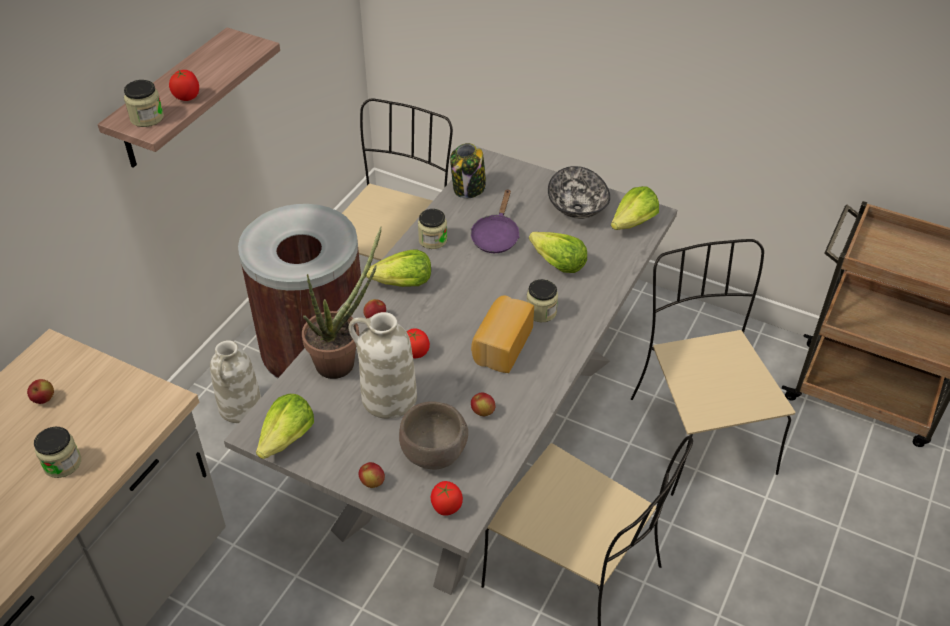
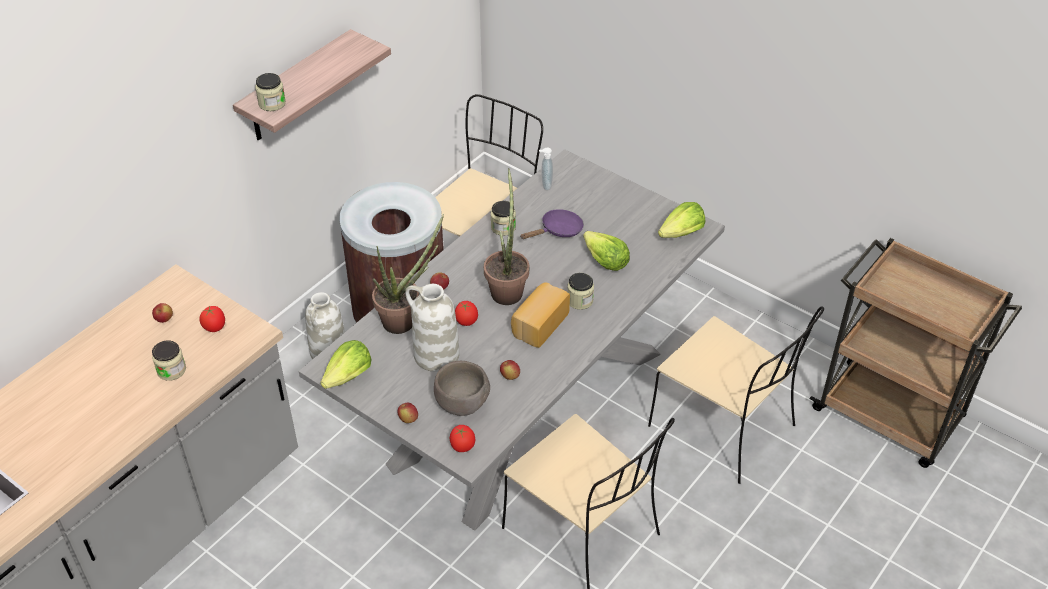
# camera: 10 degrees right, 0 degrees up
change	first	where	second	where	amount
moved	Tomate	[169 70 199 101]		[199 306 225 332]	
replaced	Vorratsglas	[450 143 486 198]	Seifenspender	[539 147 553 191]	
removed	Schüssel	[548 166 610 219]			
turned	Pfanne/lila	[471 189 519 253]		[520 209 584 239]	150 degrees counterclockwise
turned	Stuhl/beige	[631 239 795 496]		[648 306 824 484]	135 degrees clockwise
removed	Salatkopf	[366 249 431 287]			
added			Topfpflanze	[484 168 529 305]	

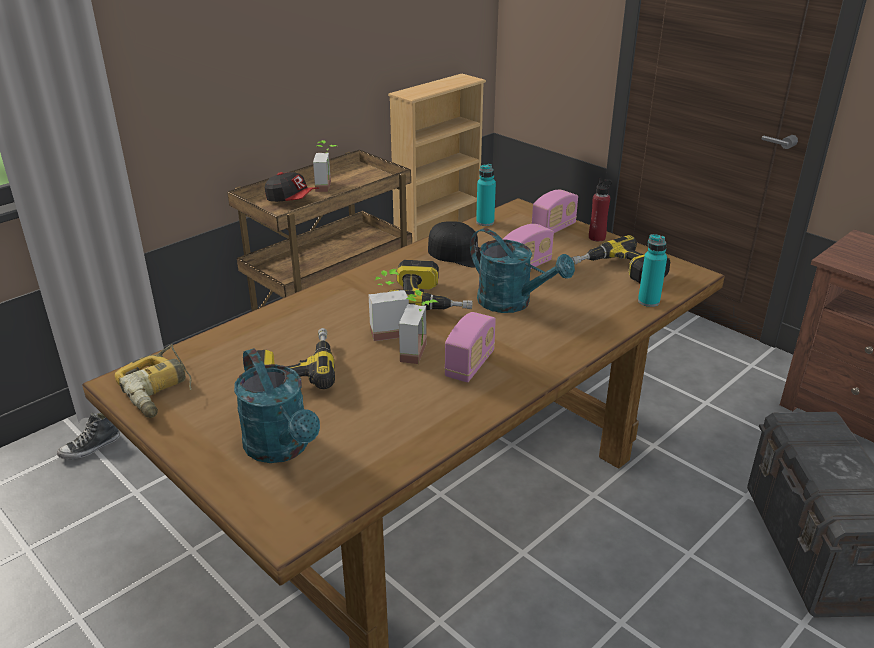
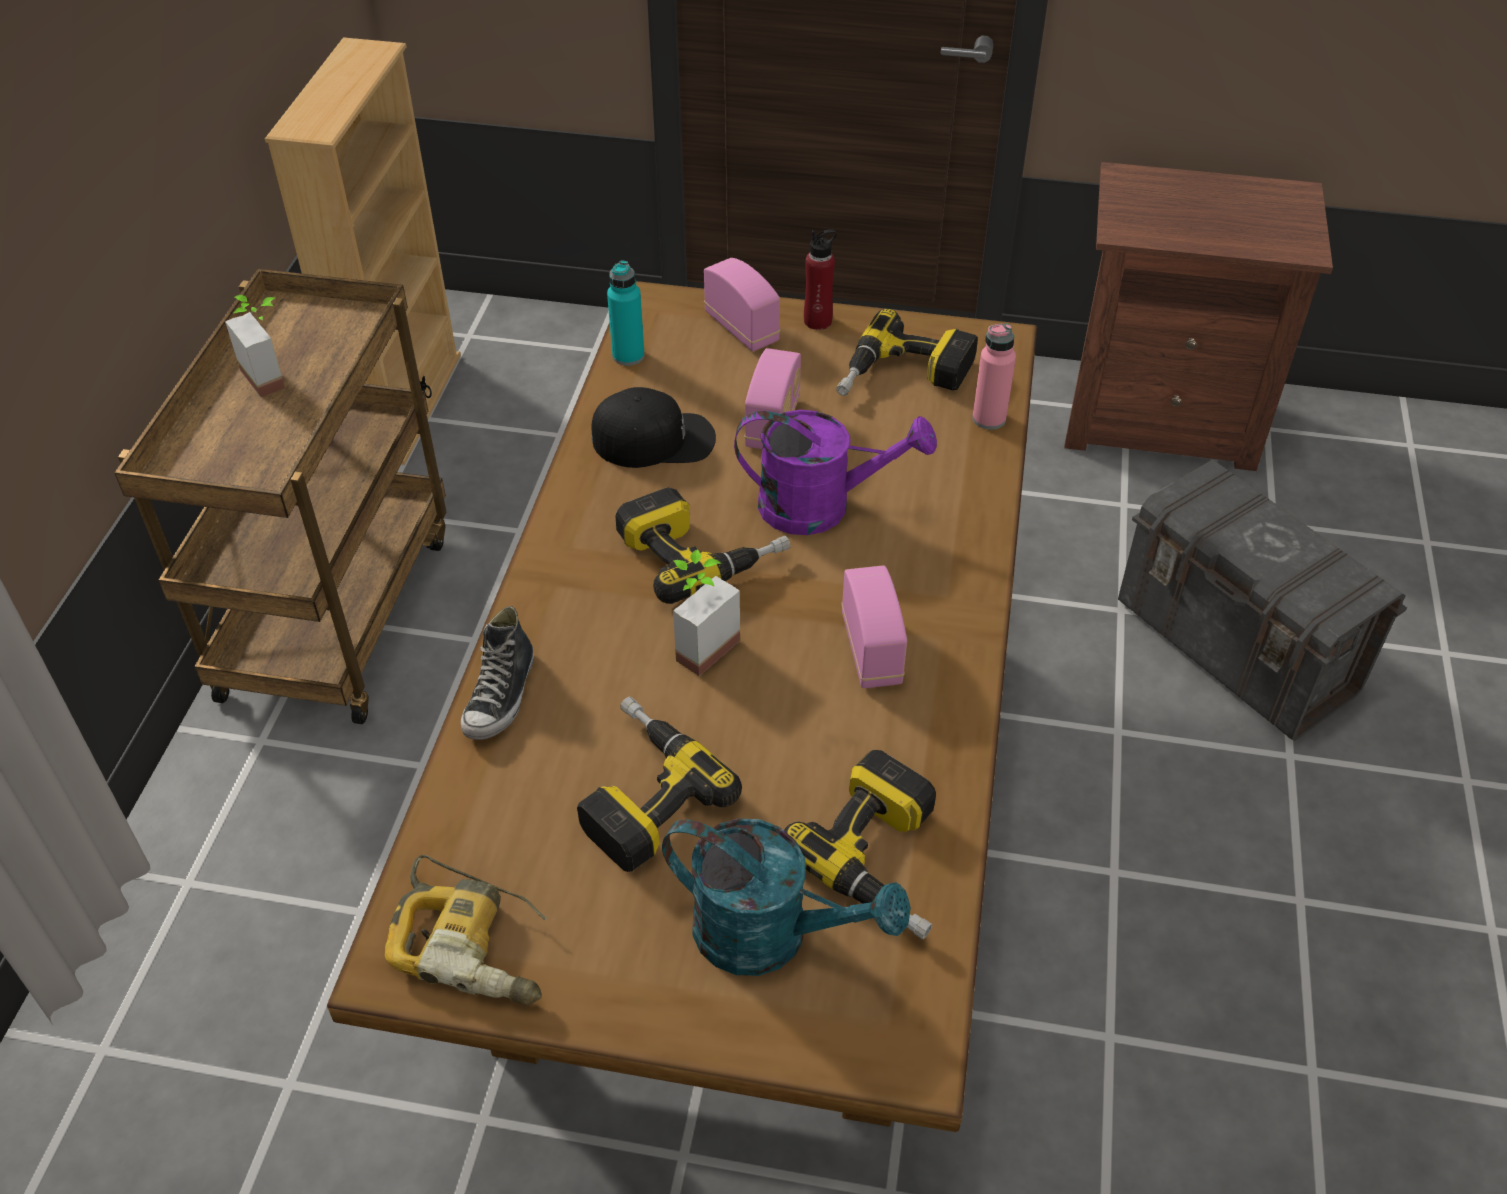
# camera: 35 degrees left, 15 degrees up
change	first	where	second	where	amount
removed	Kappe	[265 172 319 202]			
turned	Radio	[532 190 578 233]		[704 258 780 351]	45 degrees counterclockwise
recoloured	Gießkanne/türkis	[470 228 575 313]	Gießkanne/lila	[734 410 937 535]	
recoloured	Flasche/türkis	[638 234 667 307]	Flasche/rosa	[972 323 1016 430]	
removed	Topfpflanze	[399 290 438 364]			
moved	Schuh	[57 413 120 459]		[461 606 534 740]	
added			Bohrmaschine	[784 750 936 939]	

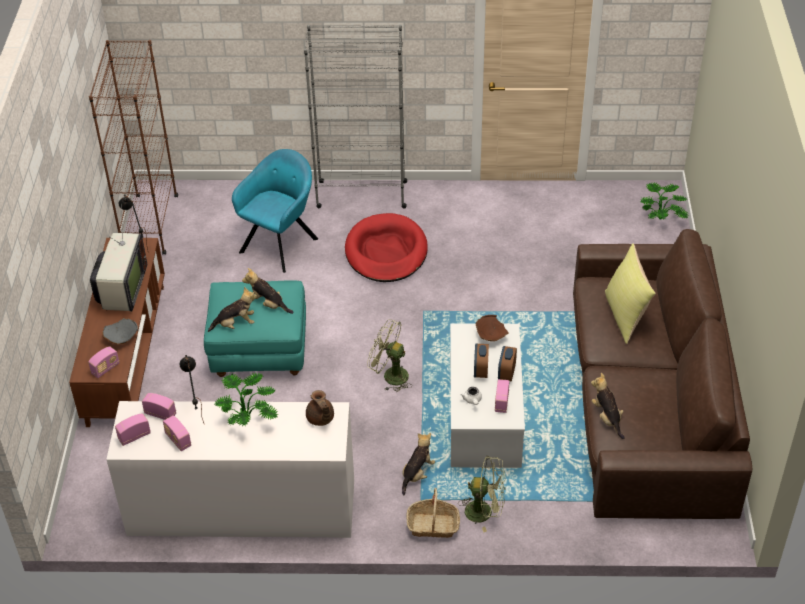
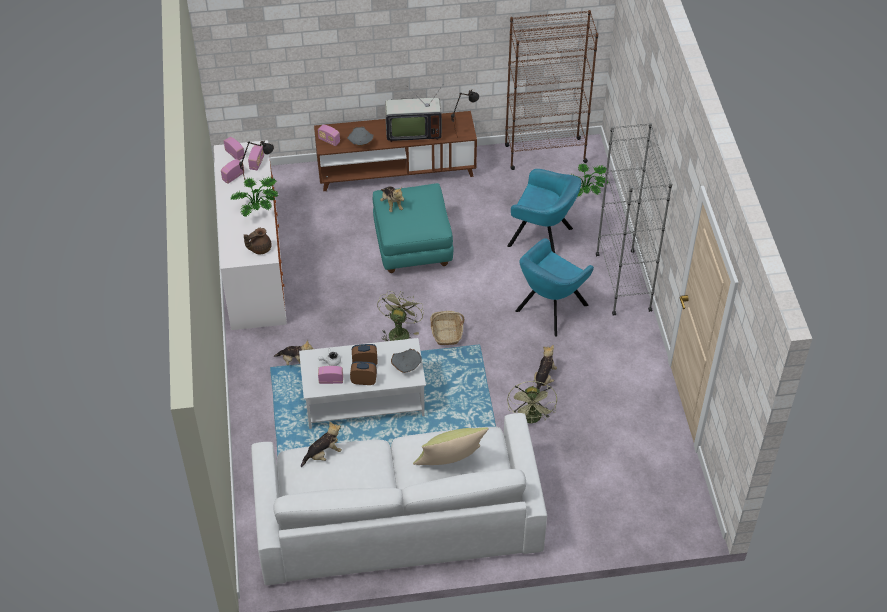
# camera: 80 degrees right, 5 degrees up
change	first	where	second	where	amount
moved	Topfpflanze	[640 182 688 219]		[573 164 608 198]	
replaced	Hundebett/rot	[345 213 428 282]	Sessel/türkis	[515 238 594 337]	
recoloured	Sofa/braun	[573 229 752 519]	Sofa/weiß	[251 413 547 585]	
moved	Plüschtier	[242 268 293 314]		[534 345 557 390]	
recoloured	Schüssel/braun	[476 315 509 341]	Schüssel/grau	[391 349 422 373]	
moved	Ventilator/grün	[458 456 506 532]		[507 381 557 423]	
moved	Korb	[407 488 460 538]		[430 311 465 345]	

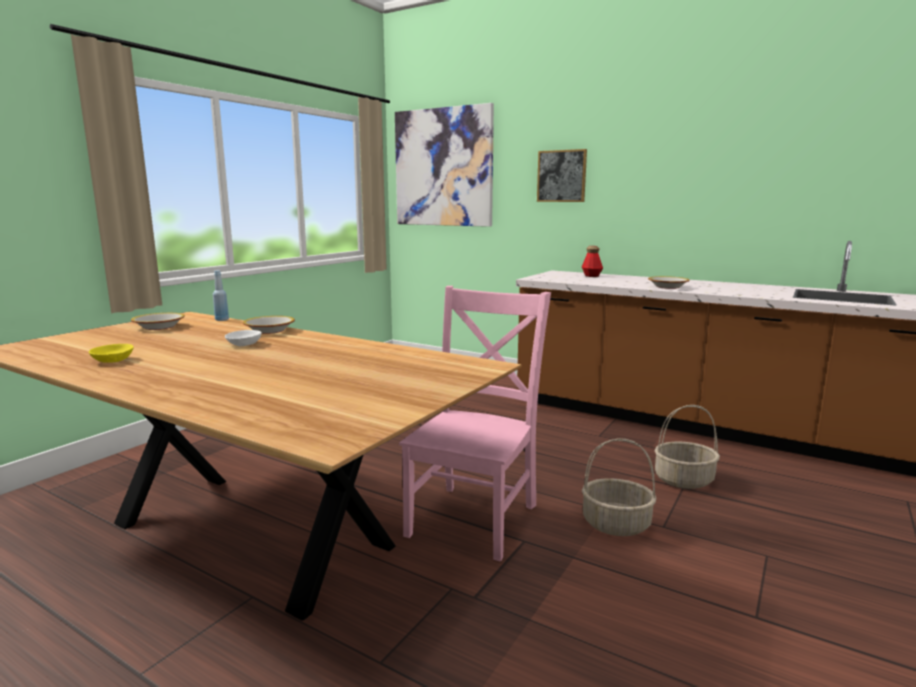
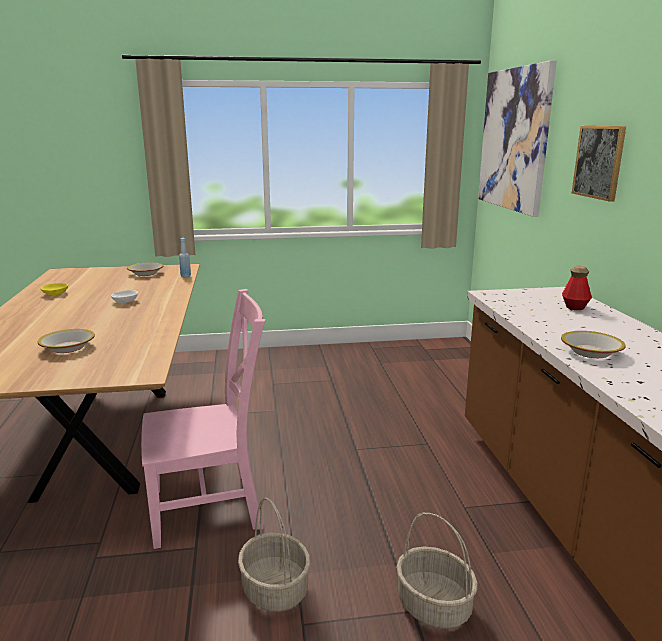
# camera: 50 degrees right, 5 degrees up
change	first	where	second	where	amount
moved	Schüssel	[243 316 295 334]		[38 329 95 353]	

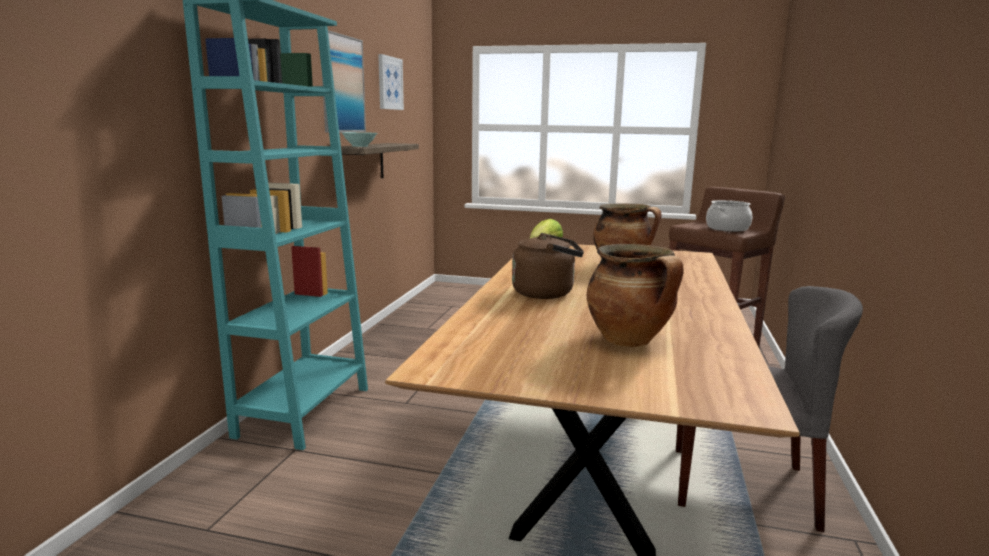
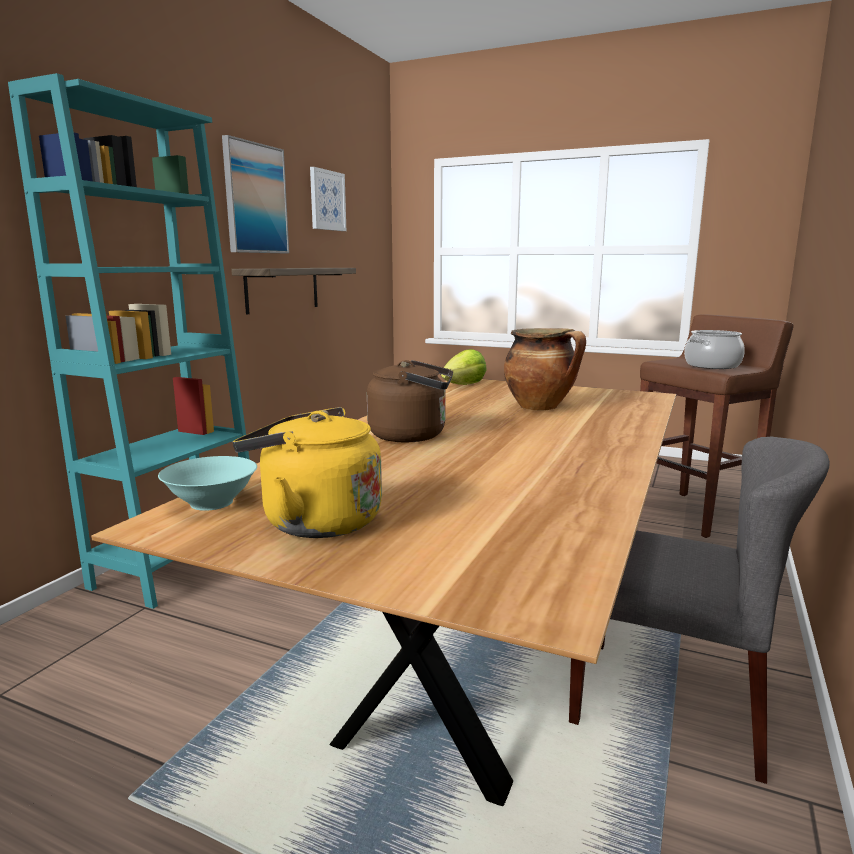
# camera: 10 degrees right, 0 degrees up
change	first	where	second	where	amount
moved	Schüssel/türkis	[342 132 377 147]		[158 456 257 511]	
removed	Kochtopf	[587 244 684 347]			
added			Wasserkessel/gelb	[233 407 382 538]	

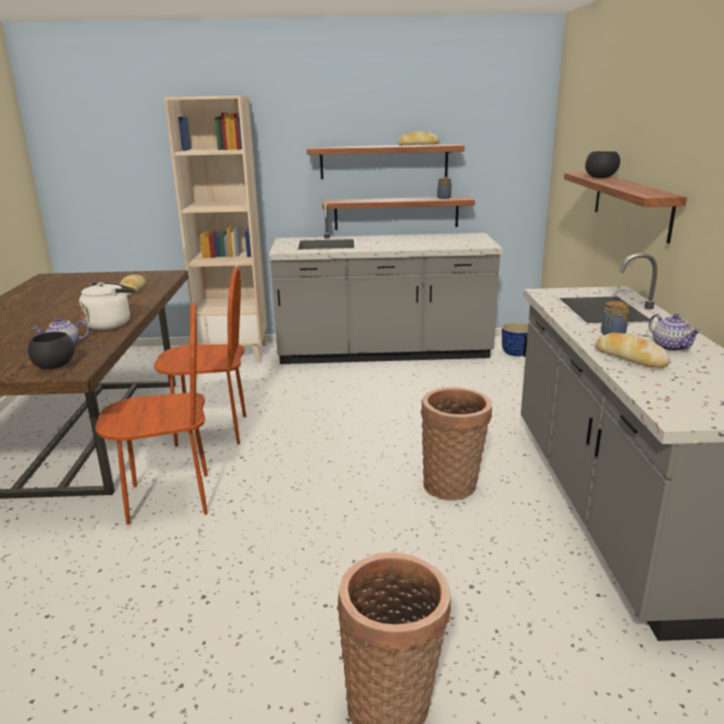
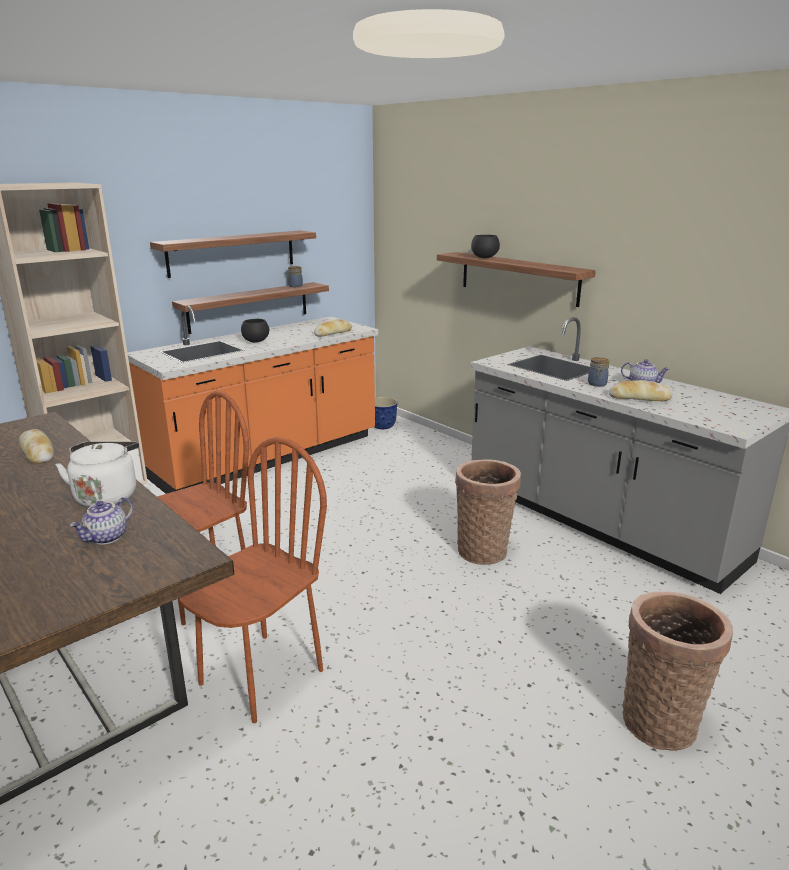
# camera: 40 degrees left, 0 degrees up
change	first	where	second	where	amount
moved	Brot	[397 131 440 146]		[314 319 352 337]	
recoloured	Küchenzeile/grau	[269 204 503 364]	Küchenzeile/orange	[128 306 378 494]	
moved	Schüssel/schwarz	[28 332 75 369]		[241 319 269 343]	

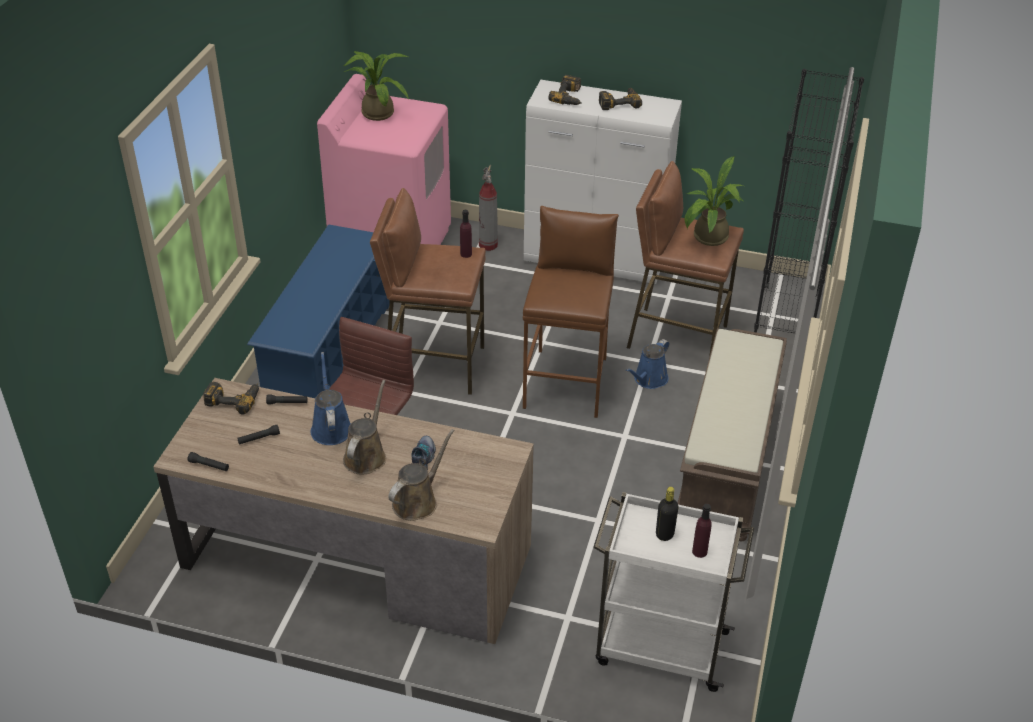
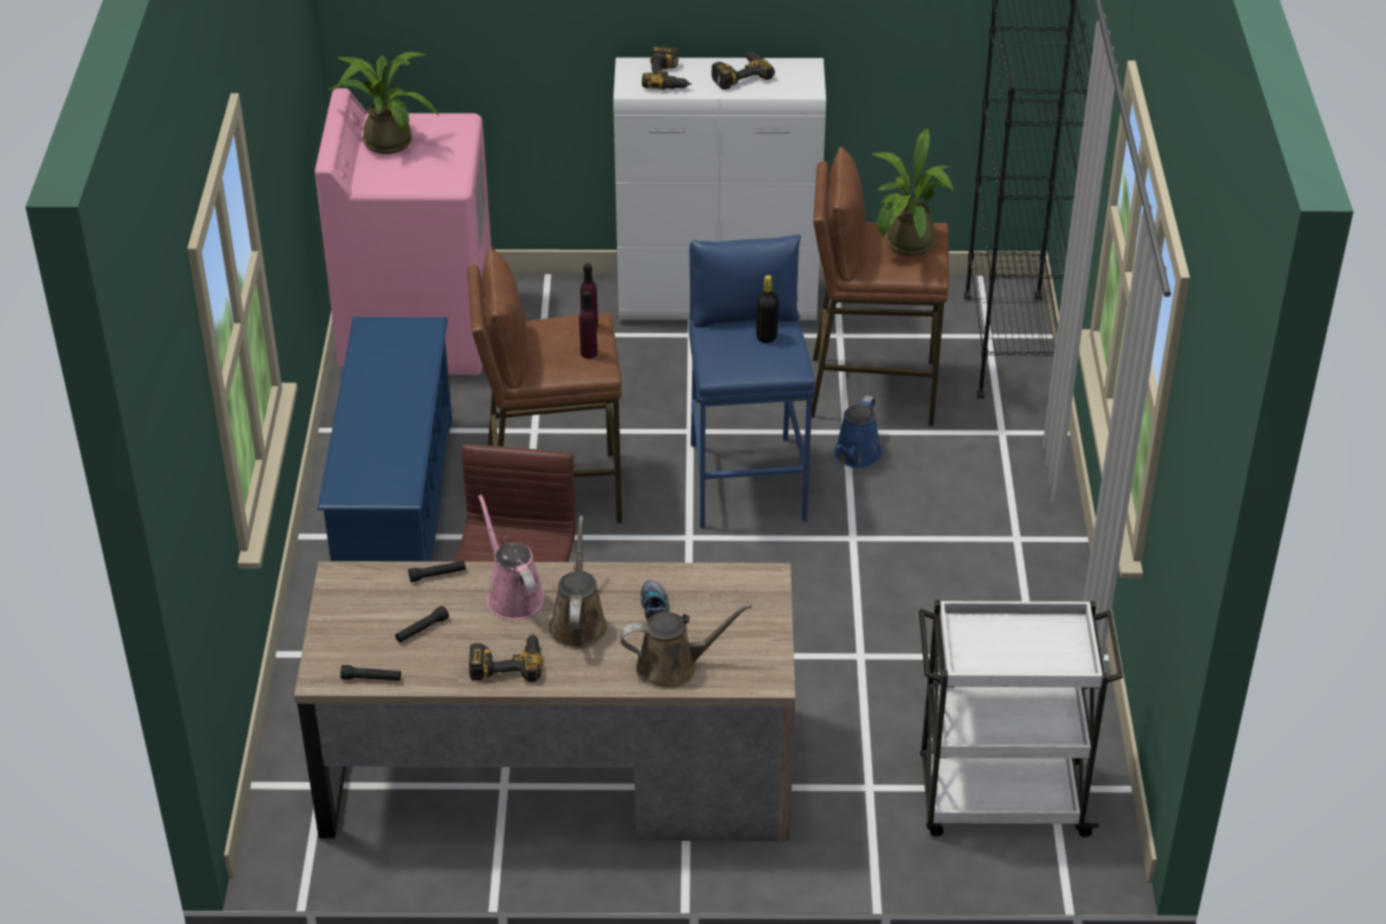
# camera: 15 degrees left, 0 degrees up
change	first	where	second	where	amount
removed	Feuerlöscher	[479 165 498 251]			
recoloured	Hocker/braun	[523 206 619 418]	Hocker/blau	[689 234 815 528]	
removed	Bank/braun	[678 328 787 542]			
recoloured	Gießkanne/blau	[311 352 351 445]	Gießkanne/rosa	[478 494 545 620]	
moved	Bohrmaschine	[203 382 259 415]		[469 634 542 682]	
turned	Gießkanne/braun	[388 429 455 521]		[620 604 752 689]	60 degrees clockwise
moved	Flasche/schwarz	[656 487 679 541]		[756 275 779 343]	
moved	Flasche/lila	[692 504 712 558]		[579 291 597 359]	

